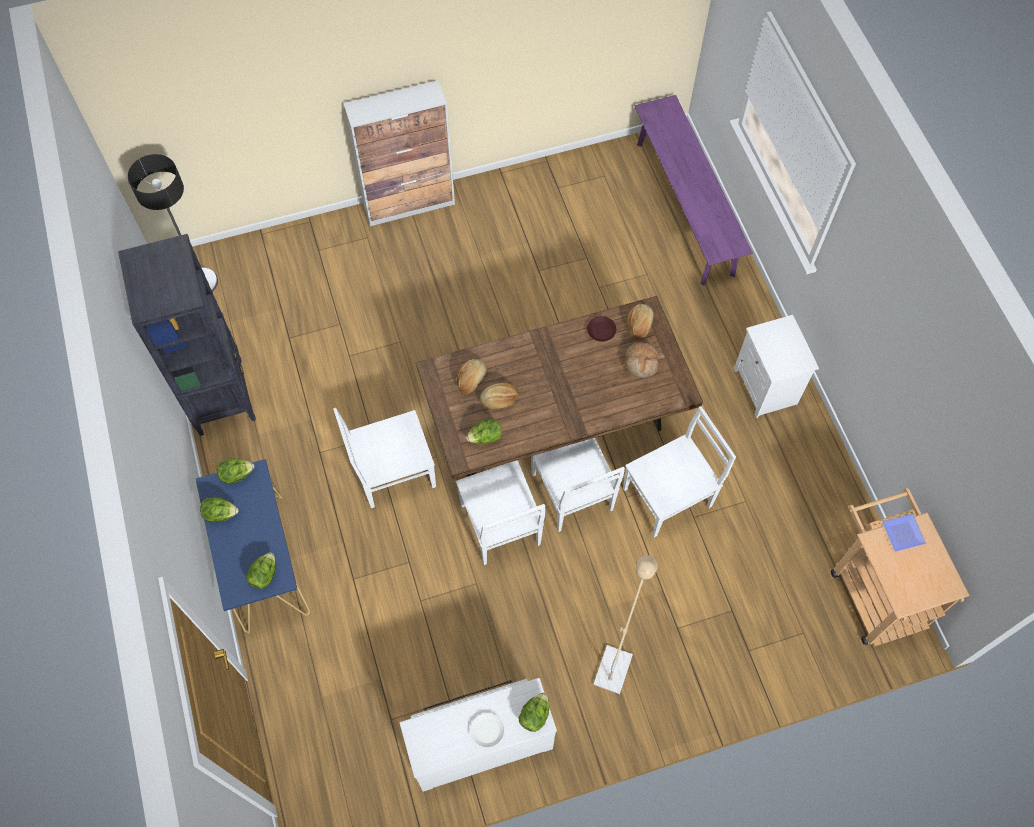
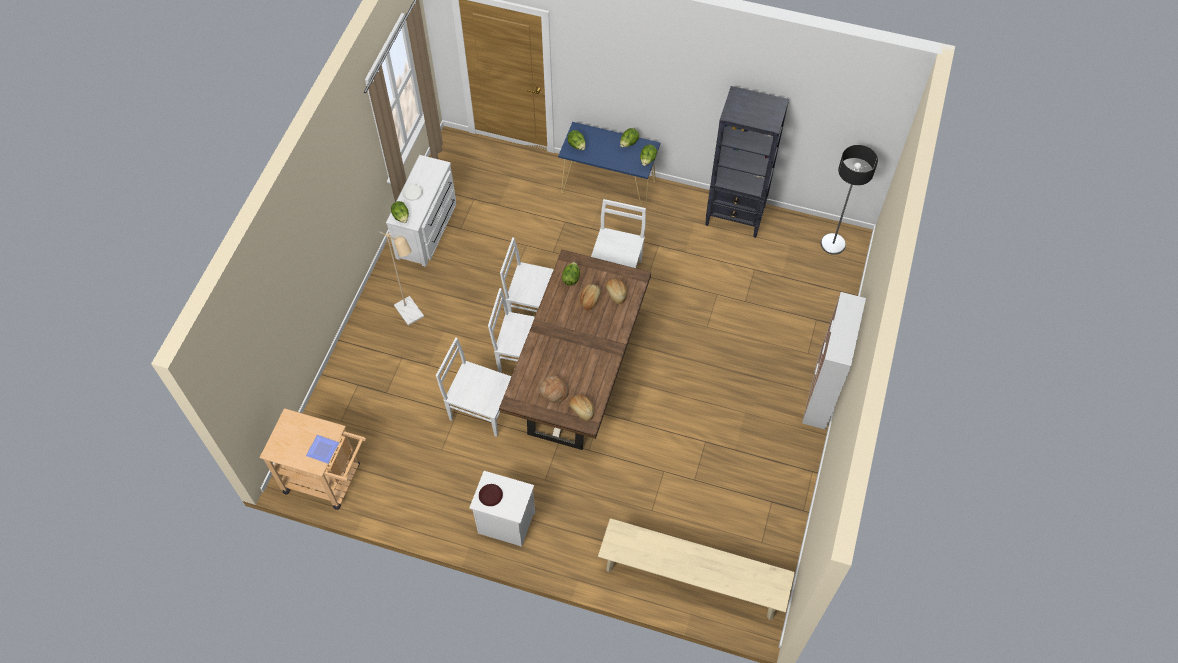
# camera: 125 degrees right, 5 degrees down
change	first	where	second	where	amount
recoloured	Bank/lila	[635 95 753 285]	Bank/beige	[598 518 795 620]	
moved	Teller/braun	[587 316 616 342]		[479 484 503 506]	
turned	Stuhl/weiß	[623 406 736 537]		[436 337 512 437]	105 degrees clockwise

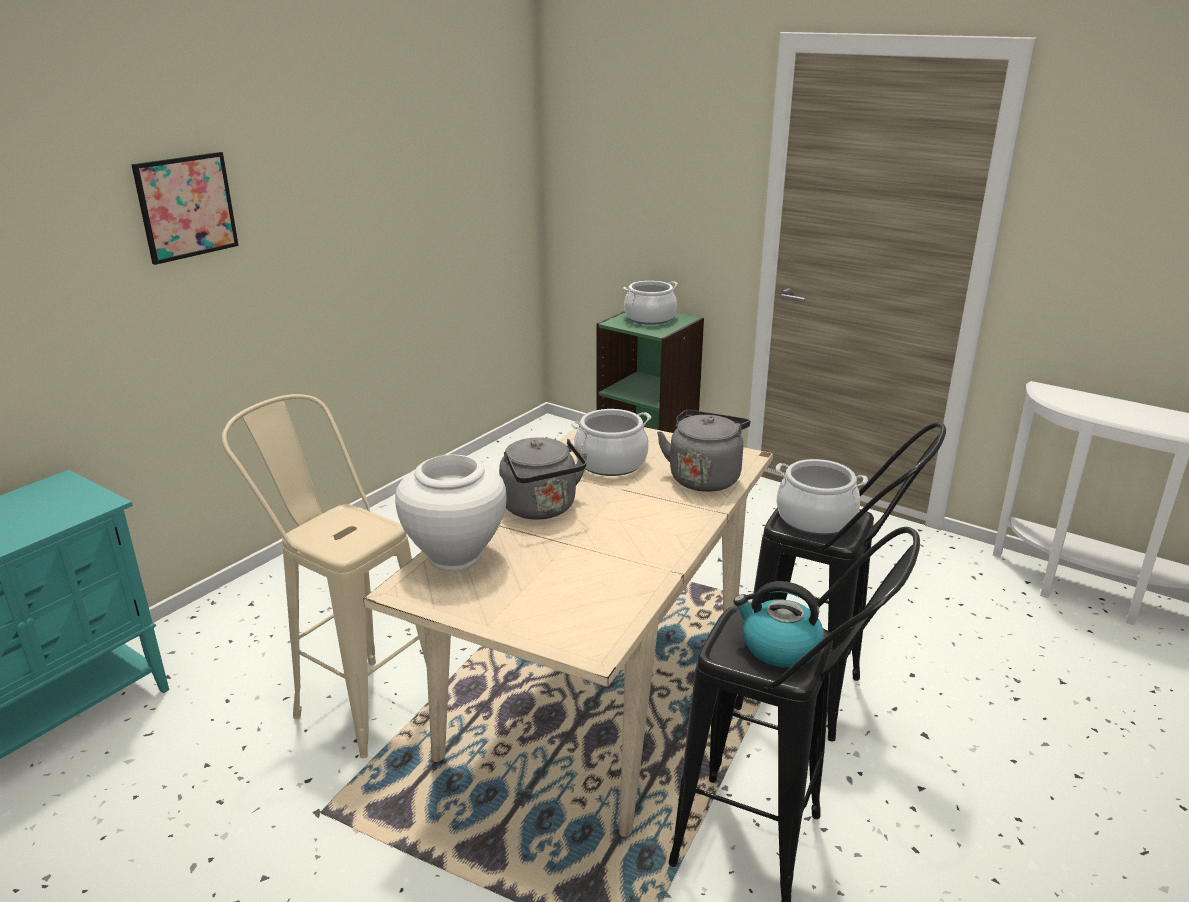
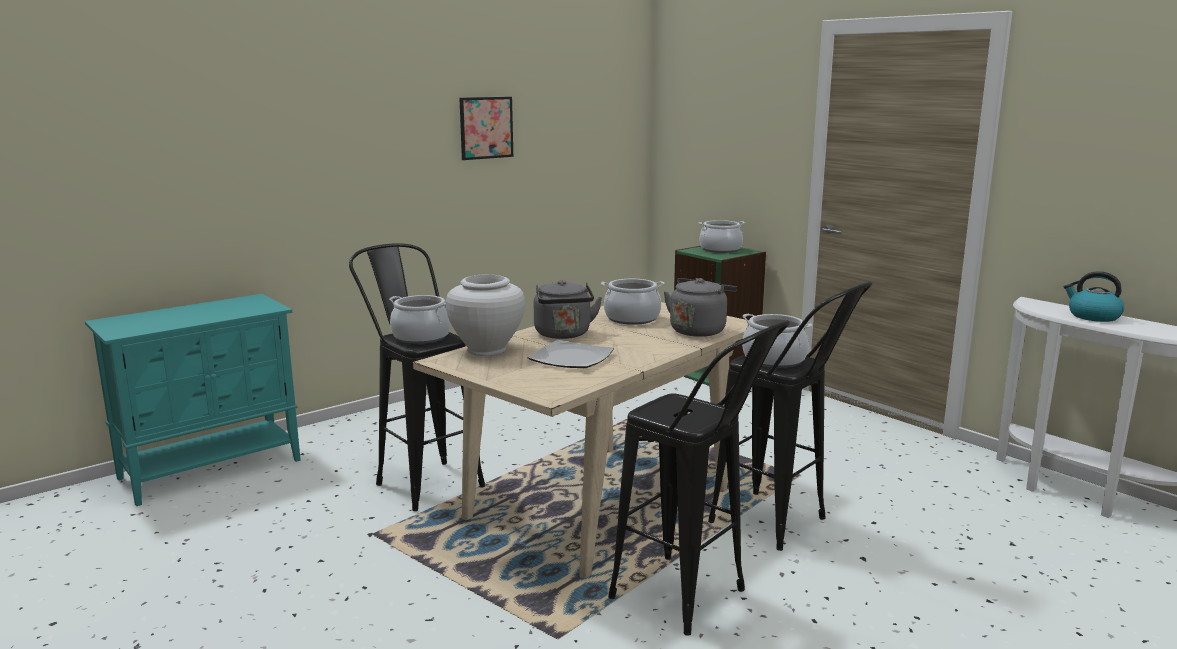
# camera: 15 degrees right, 10 degrees down
change	first	where	second	where	amount
moved	Bild	[131 152 239 265]		[459 97 513 160]	
recoloured	Hocker/beige	[222 394 427 758]	Hocker/schwarz	[349 243 485 511]	
moved	Wasserkessel	[733 581 824 667]		[1064 271 1124 322]	
added			Kochtopf	[389 295 451 344]	
added			Teller	[527 340 614 368]	

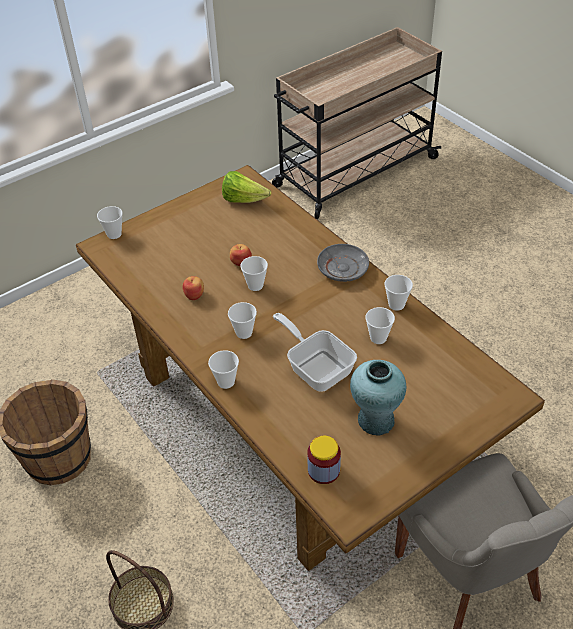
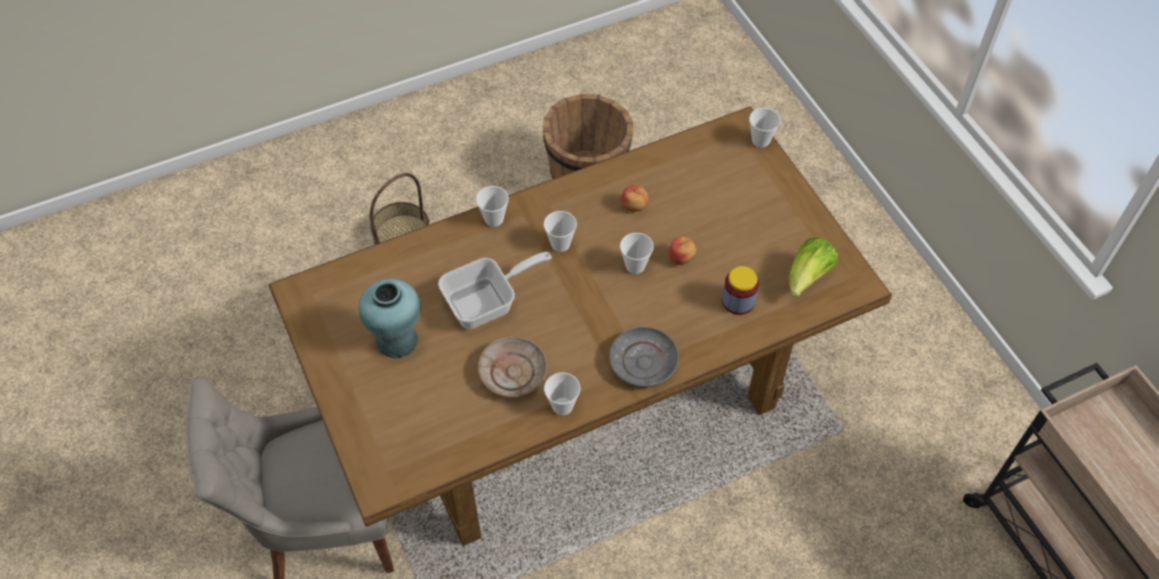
# camera: 100 degrees right, 10 degrees up
change	first	where	second	where	amount
replaced	Tasse	[365 307 395 344]	Teller/beige	[478 337 547 398]	
moved	Vorratsglas	[307 436 341 484]		[722 266 759 315]	

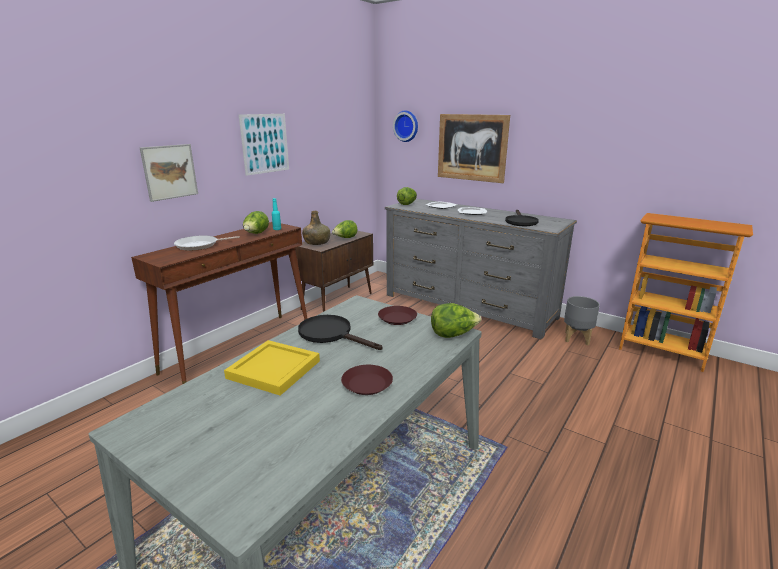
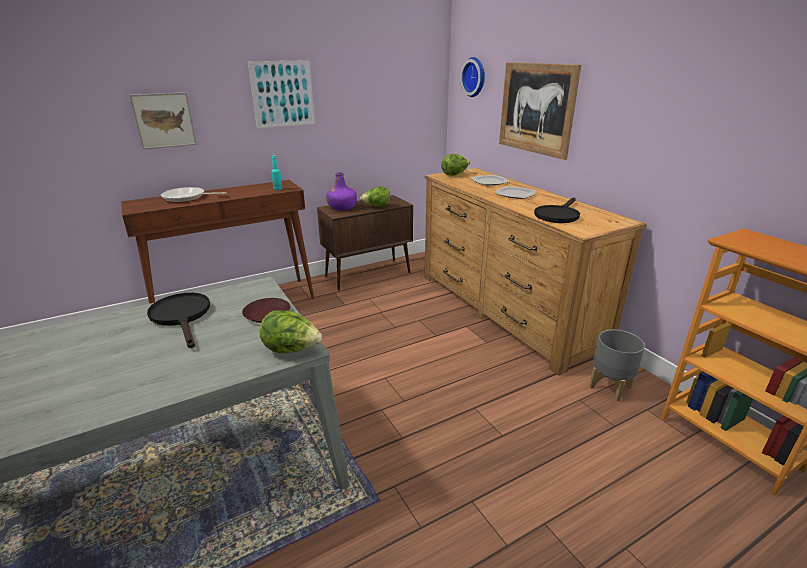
# camera: 25 degrees right, 5 degrees up
change	first	where	second	where	amount
recoloured	Kommode/grau	[385 199 577 340]	Kommode/braun	[425 168 647 376]	
removed	Salatkopf	[243 211 269 234]			
recoloured	Flasche/grün	[302 211 330 245]	Flasche/lila	[326 172 357 211]	
removed	Tablett/gelb	[224 340 320 396]			
removed	Teller/braun	[341 365 393 395]			

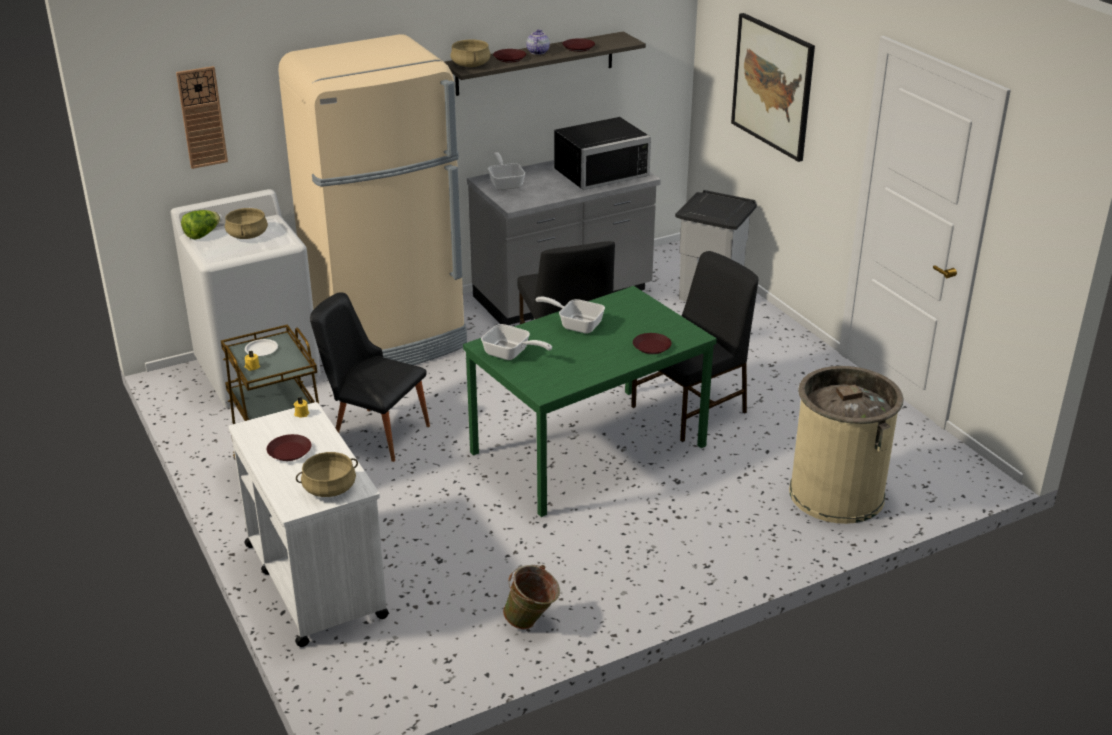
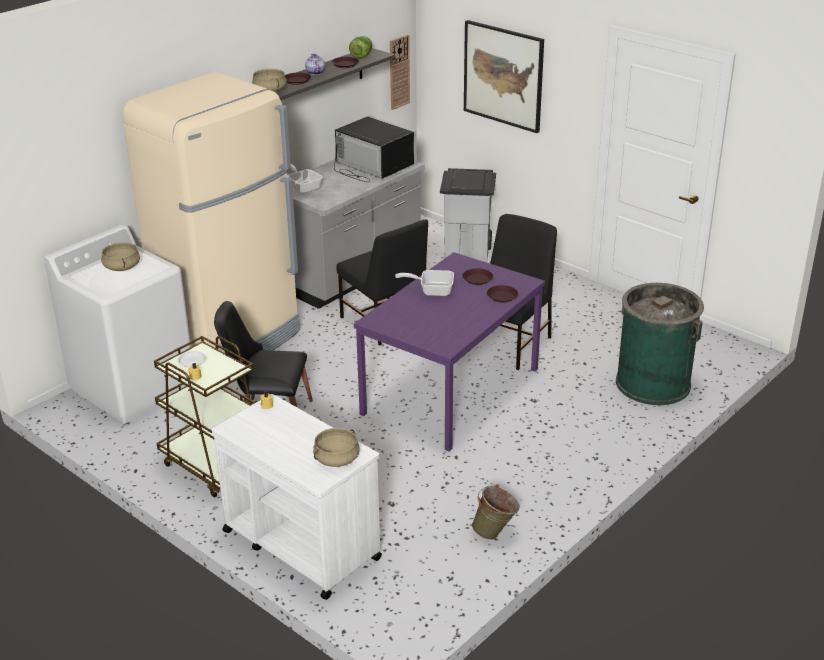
# camera: 20 degrees left, 0 degrees up
change	first	where	second	where	amount
moved	Wanduhr	[176 66 228 169]		[390 34 410 110]	
turned	Mikrowelle/schwarz	[554 117 651 190]		[334 115 417 182]	90 degrees counterclockwise
moved	Salatkopf	[181 210 220 239]		[349 36 372 59]	
recoloured	Esstisch/grün	[463 286 717 517]	Esstisch/lila	[354 252 545 451]	
removed	Pfanne	[481 324 552 360]			
recoloured	Mülleimer/beige	[789 366 904 524]	Mülleimer/grün	[616 283 704 405]	
moved	Teller/braun	[267 434 311 461]		[462 268 493 285]	

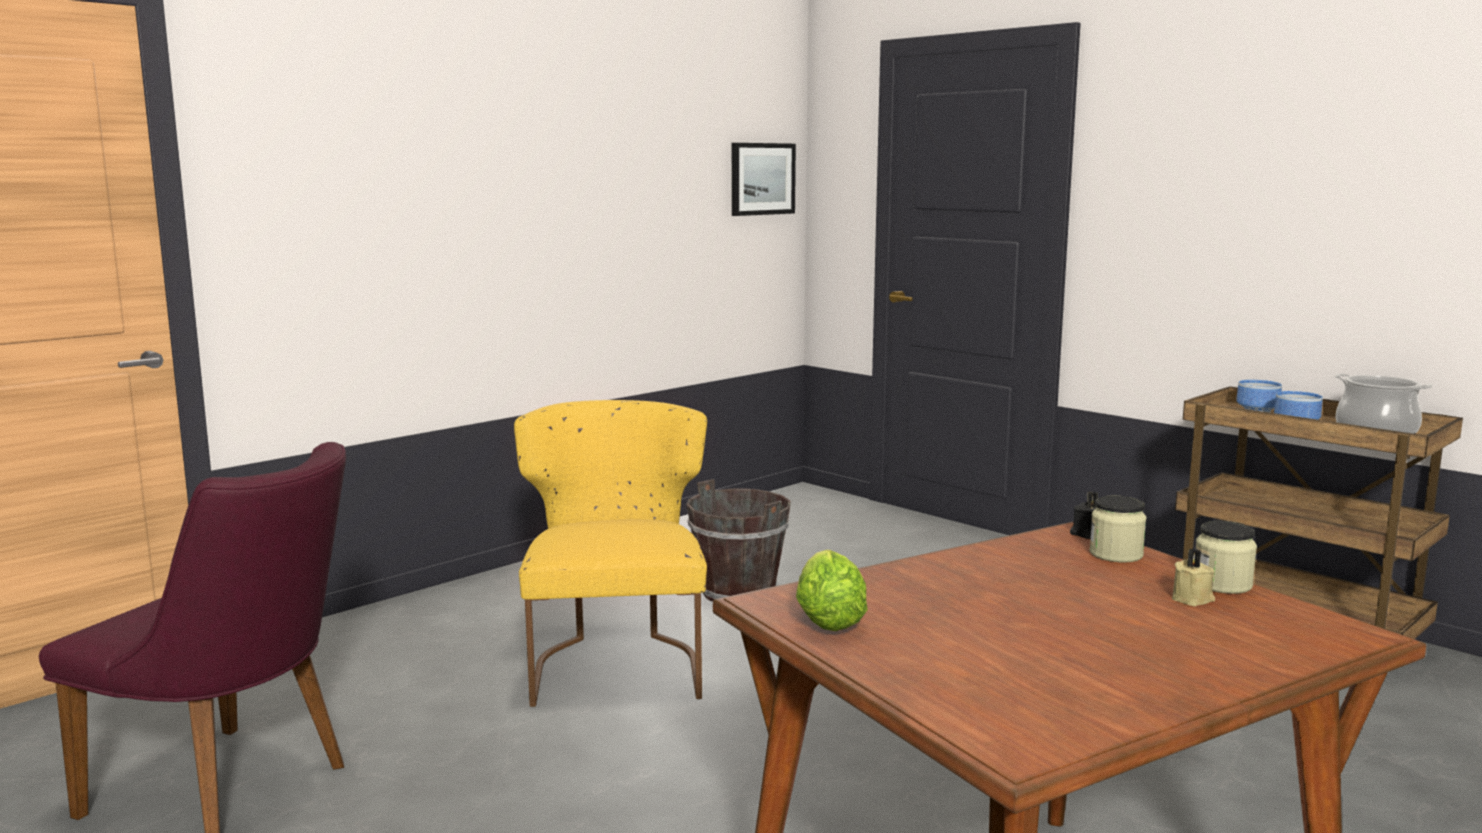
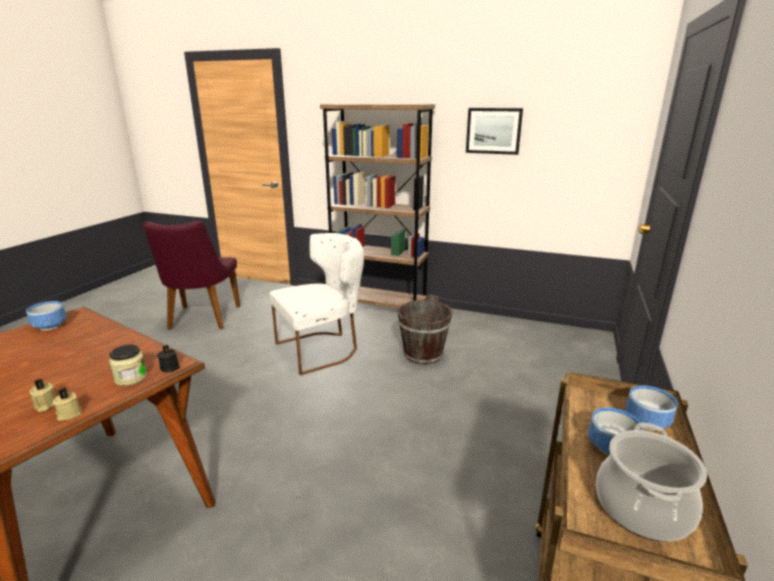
# camera: 65 degrees right, 10 degrees up
change	first	where	second	where	amount
moved	Bild	[732 143 796 216]		[466 108 523 155]	
recoloured	Stuhl/gelb	[514 400 707 707]	Stuhl/weiß	[269 233 364 375]	
replaced	Vorratsglas	[1196 521 1257 594]	Kerze/beige	[53 388 82 421]	
replaced	Salatkopf	[796 550 868 631]	Schüssel	[26 301 67 331]	
added			Bücherregal/braun	[320 104 435 309]	

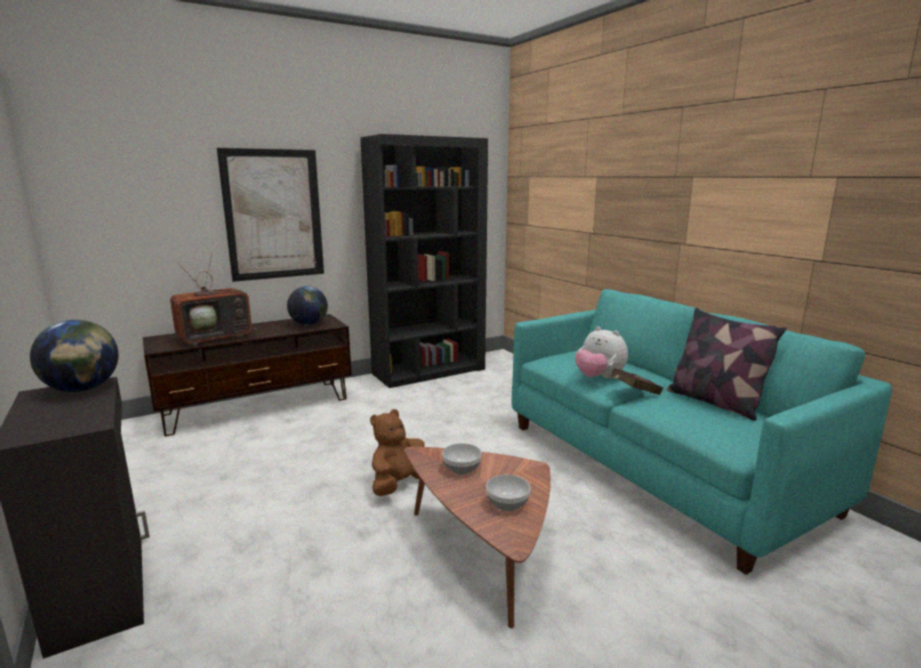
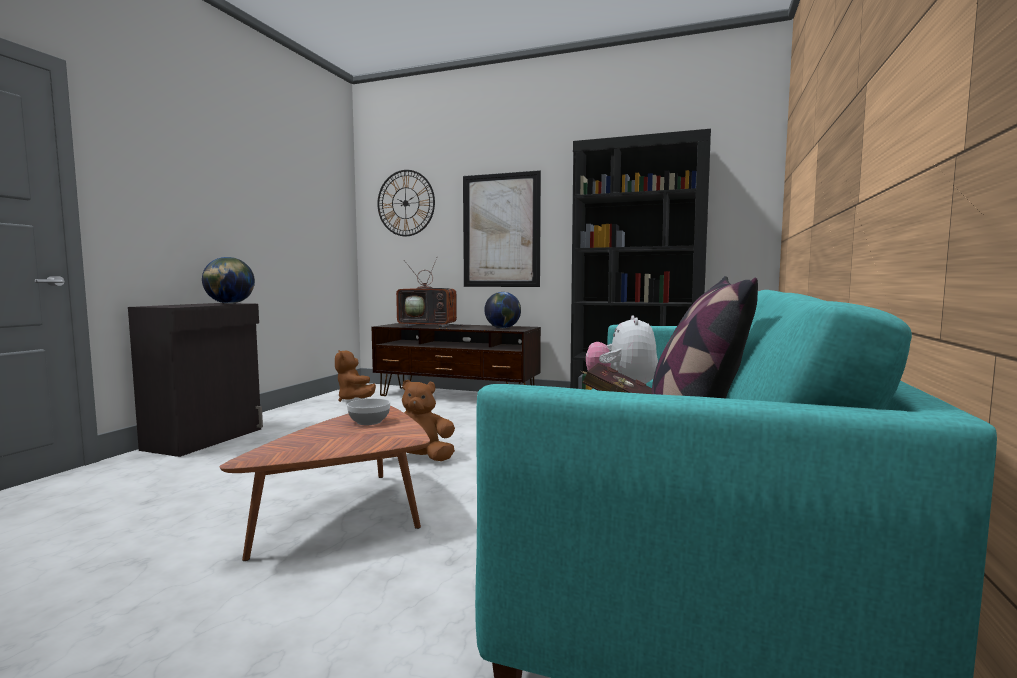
# camera: 50 degrees right, 10 degrees down
change	first	where	second	where	amount
removed	Schüssel	[486 475 530 511]			
added			Wanduhr	[377 170 435 236]	
added			Plüschtier/braun	[335 350 376 402]	

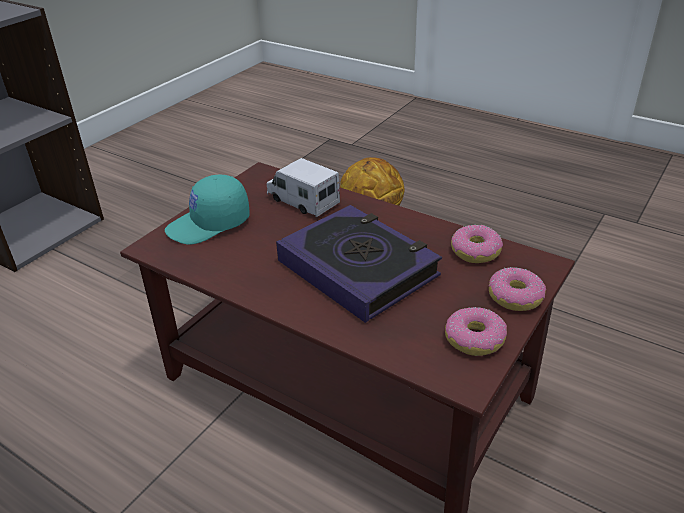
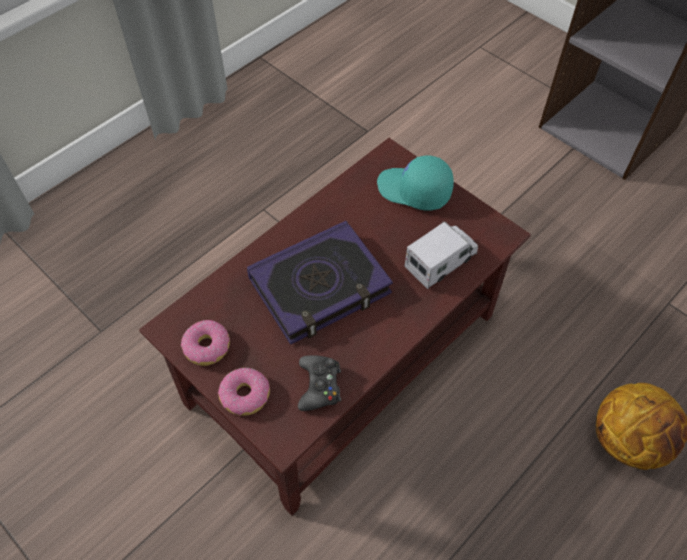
# camera: 100 degrees right, 20 degrees up
change	first	where	second	where	amount
turned	Kappe/türkis	[165 175 249 245]		[377 155 454 211]	45 degrees counterclockwise
replaced	Donut	[451 225 503 263]	Gamepad/schwarz	[298 355 341 411]	

